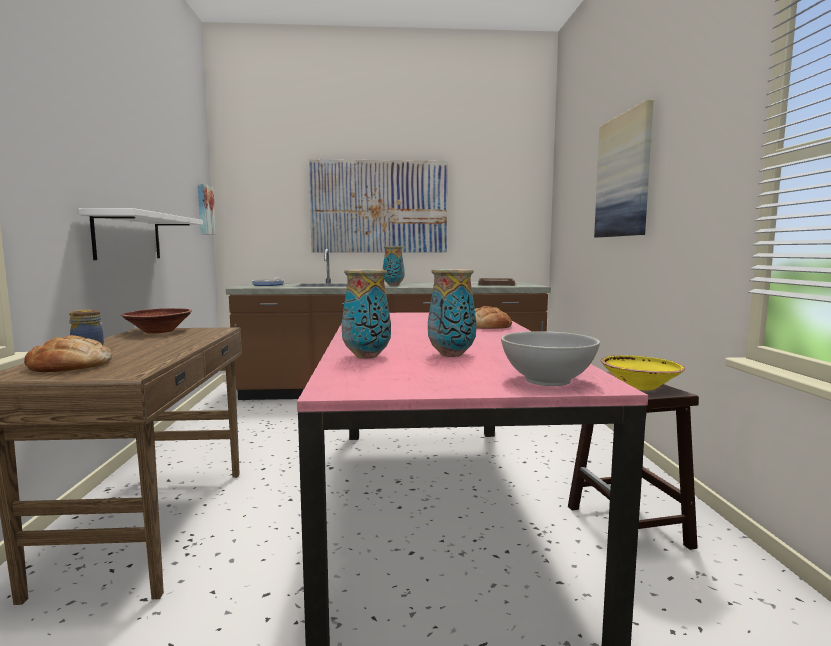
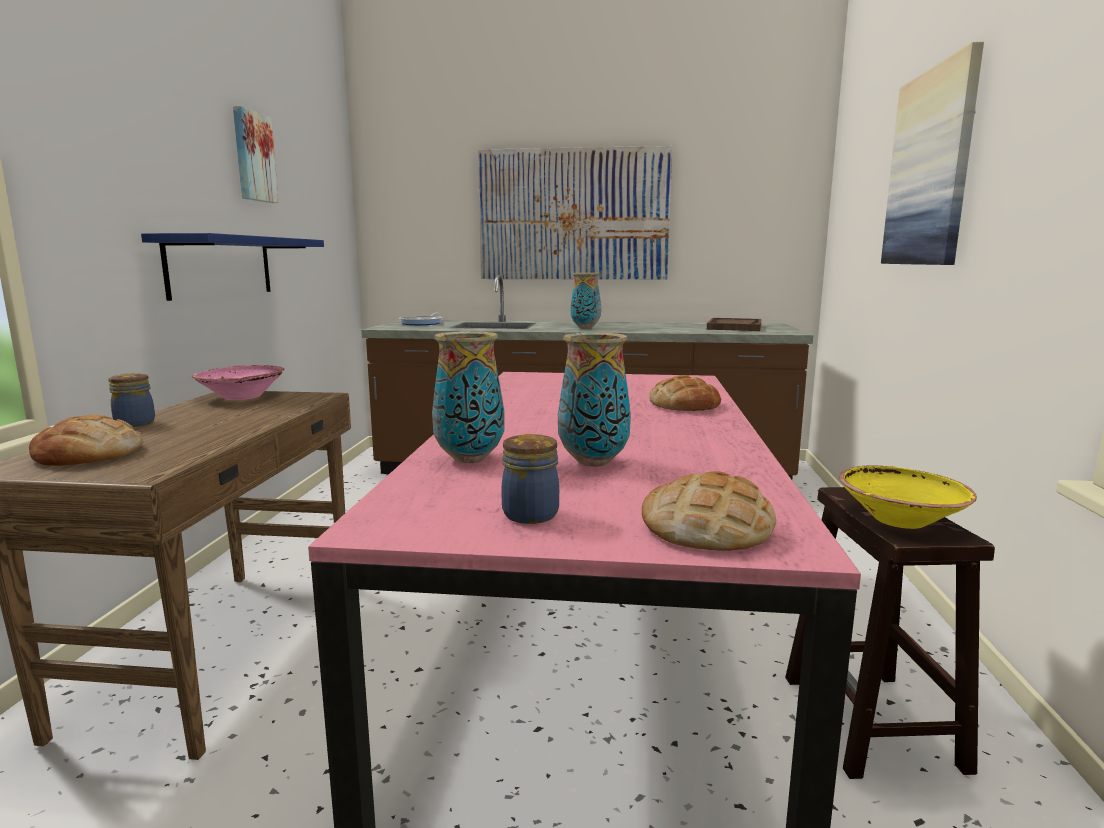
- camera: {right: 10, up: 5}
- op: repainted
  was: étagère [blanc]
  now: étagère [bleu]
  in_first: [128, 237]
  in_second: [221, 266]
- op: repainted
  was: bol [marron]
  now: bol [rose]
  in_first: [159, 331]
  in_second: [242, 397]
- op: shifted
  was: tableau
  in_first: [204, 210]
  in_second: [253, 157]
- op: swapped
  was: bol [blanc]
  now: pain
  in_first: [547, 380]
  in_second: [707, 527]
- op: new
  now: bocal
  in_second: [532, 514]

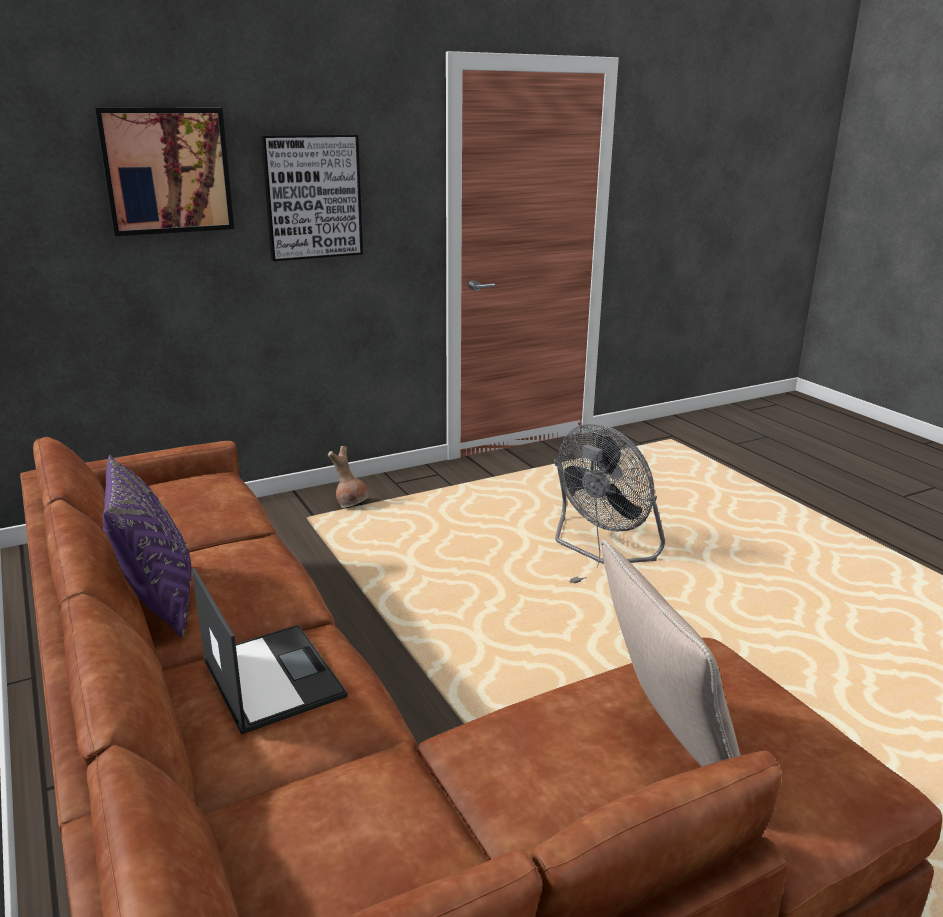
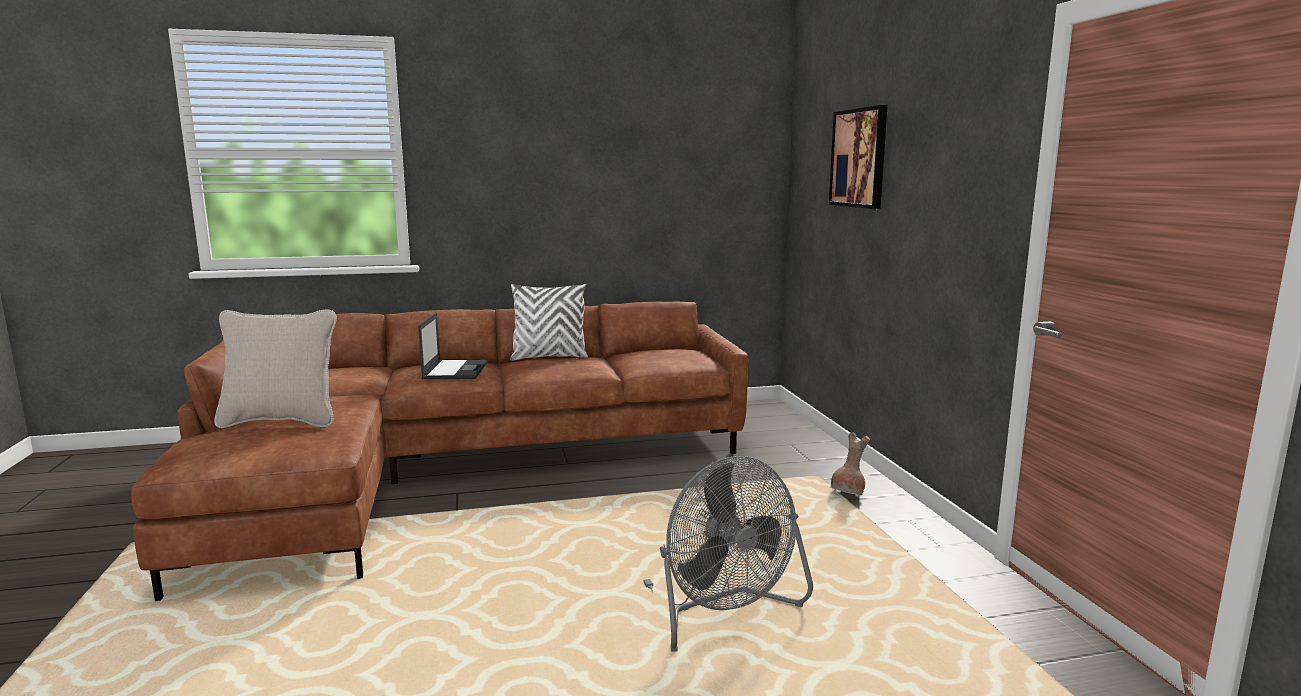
- camera: {right: 105, up: -10}
- op: repainted
  was: coussin [violet]
  now: coussin [blanc]
  in_first: [159, 601]
  in_second: [549, 357]
- op: rotated
  was: ordinateur portable
  in_first: [271, 676]
  in_second: [455, 370]
  clockwise: -75
- op: gone
  was: tableau
  in_first: [313, 197]

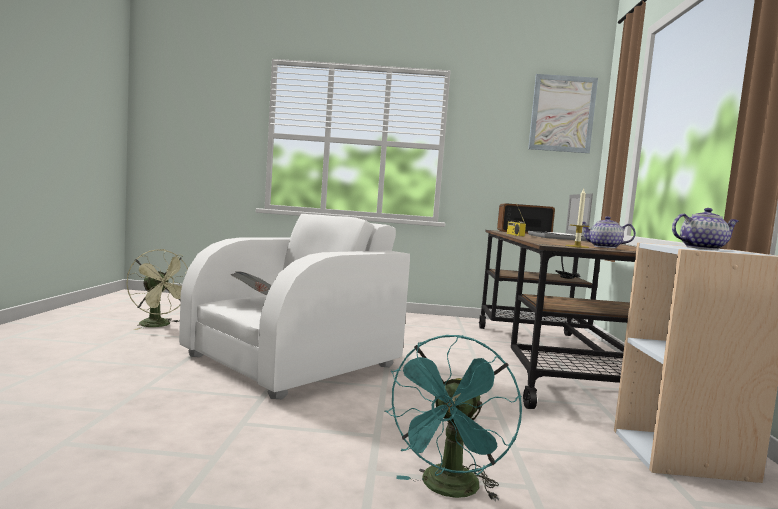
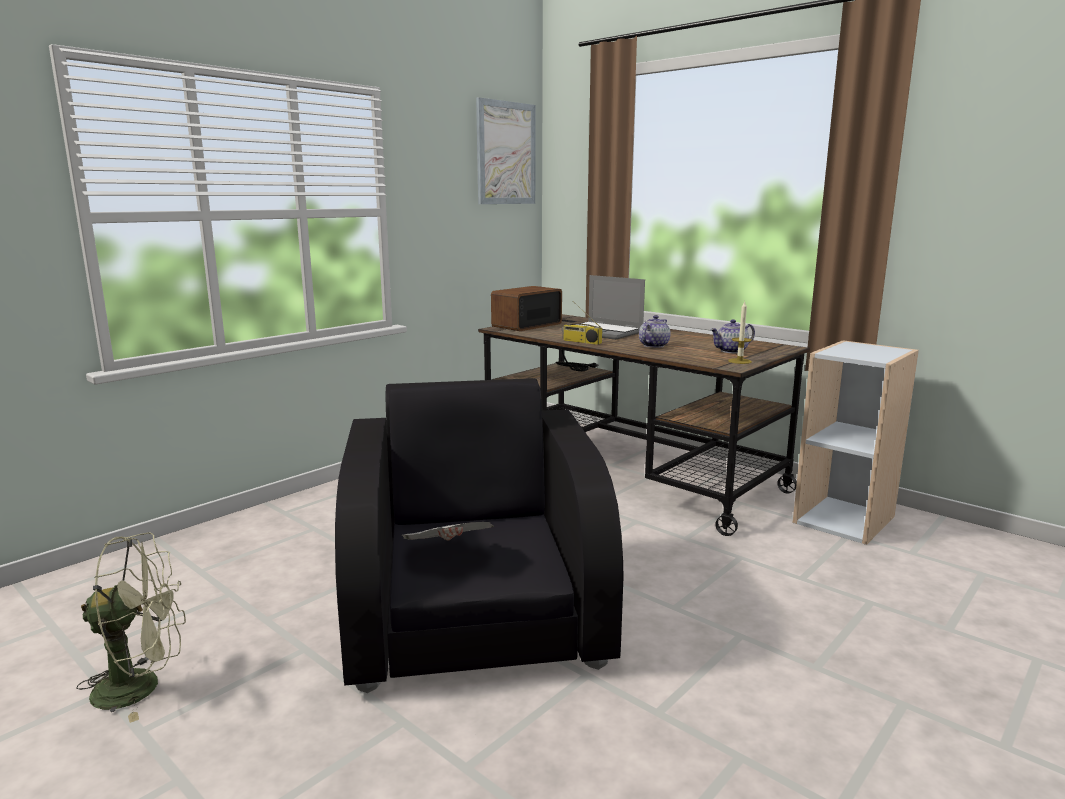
- camera: {right: -50, up: 10}
- op: repainted
  was: fauteuil [blanc]
  now: fauteuil [noir]
  in_first: [294, 360]
  in_second: [475, 611]
- op: gone
  was: ventilateur [turquoise]
  in_first: [449, 490]
- op: shifted
  was: théière
  in_first: [701, 248]
  in_second: [653, 345]

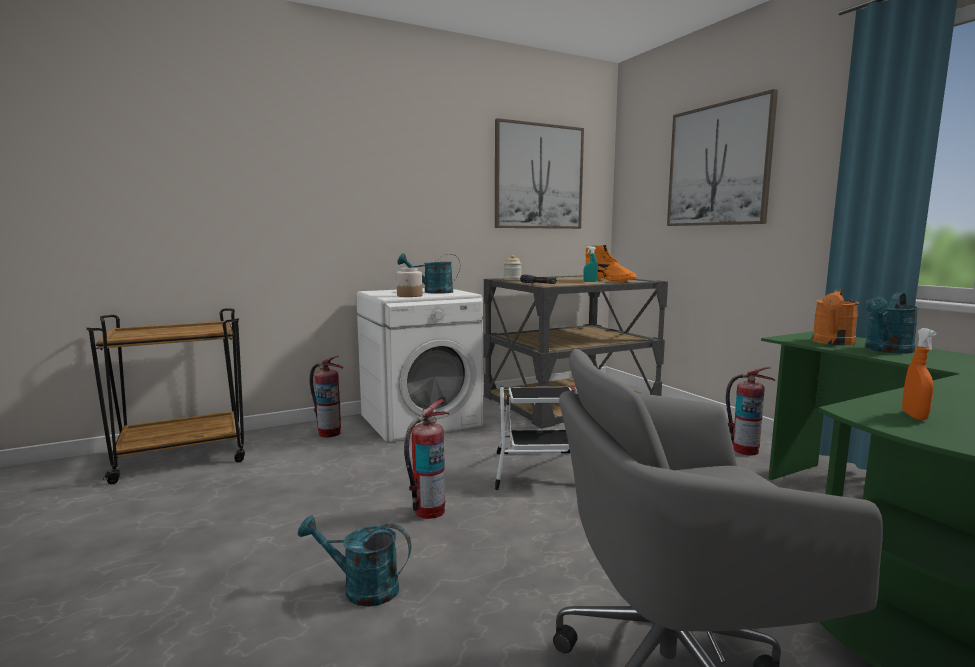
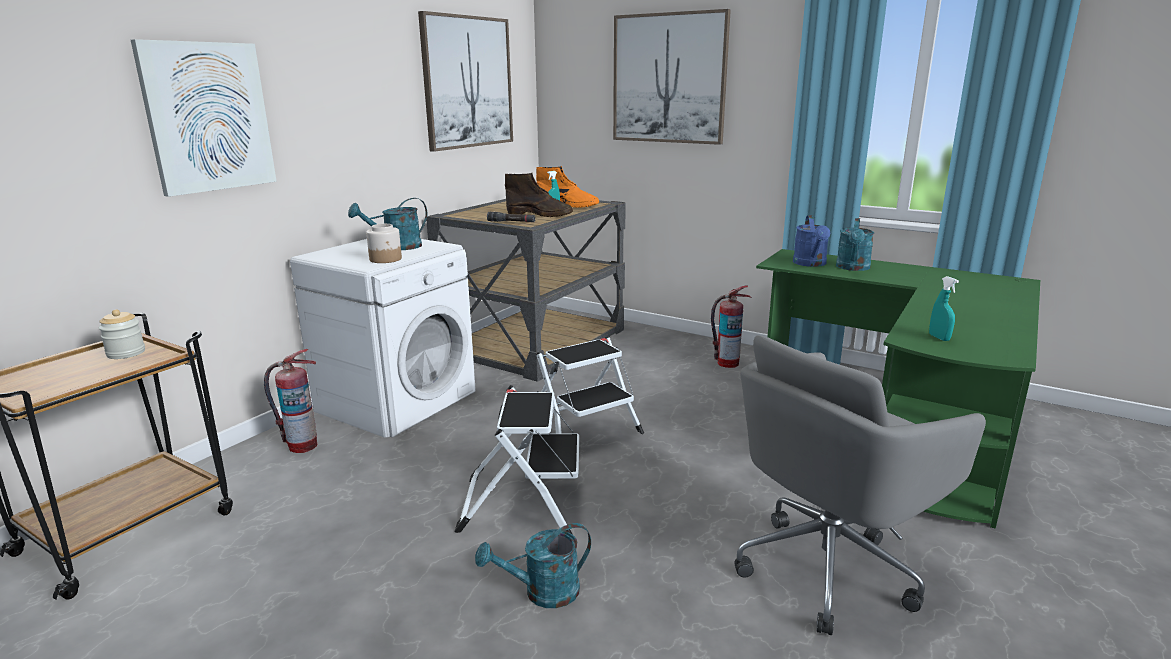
- camera: {right: -30, up: 10}
- op: swapped
  was: extincteur
  now: escabeau
  in_first: [428, 511]
  in_second: [522, 501]
- op: shifted
  was: bocal
  in_first: [512, 279]
  in_second: [126, 353]
- op: repainted
  was: arrosoir [orange]
  now: arrosoir [bleu]
  in_first: [832, 343]
  in_second: [811, 264]
- op: repainted
  was: vaporisateur [orange]
  now: vaporisateur [turquoise]
  in_first: [914, 416]
  in_second: [939, 338]
- op: new
  now: tableau
  in_second: [208, 117]
- op: new
  now: botte [marron]
  in_second: [540, 215]

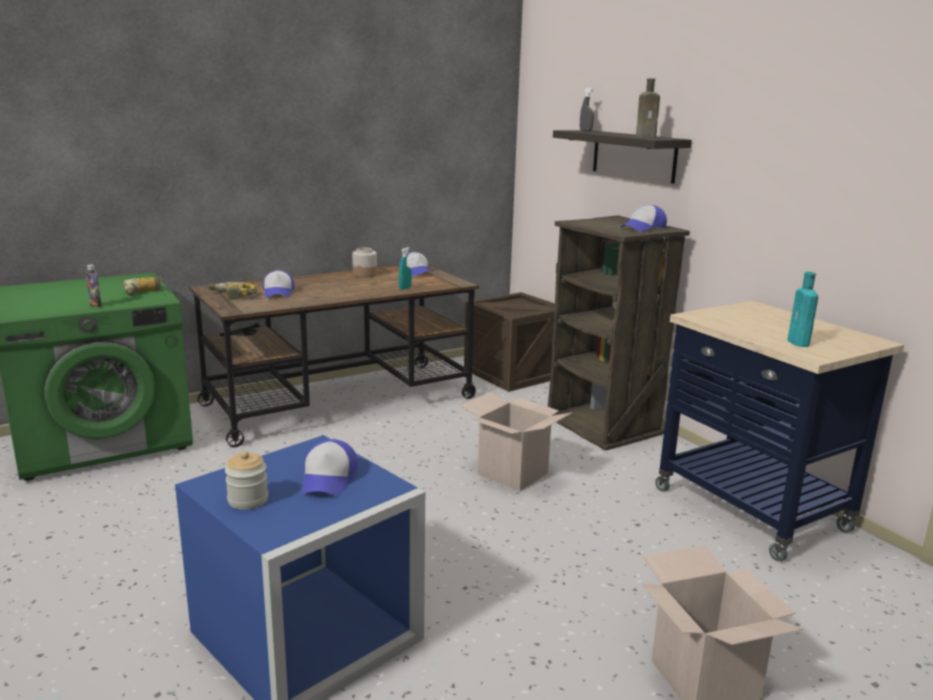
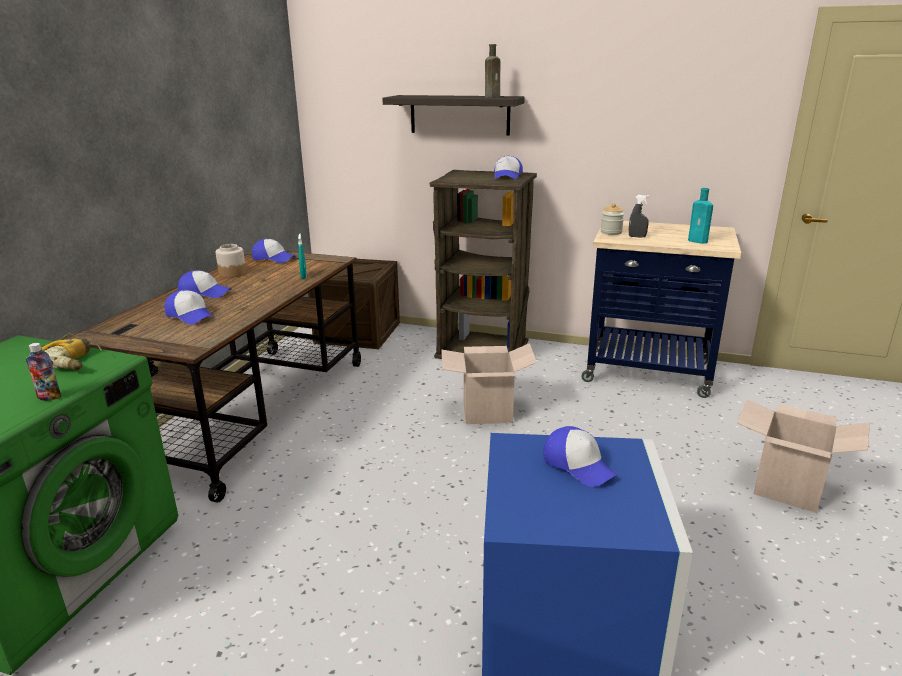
- camera: {right: -40, up: 5}
- op: gone
  was: perceuse
  in_first: [232, 295]
- op: shifted
  was: bocal
  in_first: [248, 500]
  in_second: [611, 232]
- op: shifted
  was: vaporisateur [gris]
  in_first: [585, 130]
  in_second: [637, 236]
- op: new
  now: casquette
  in_second: [204, 293]

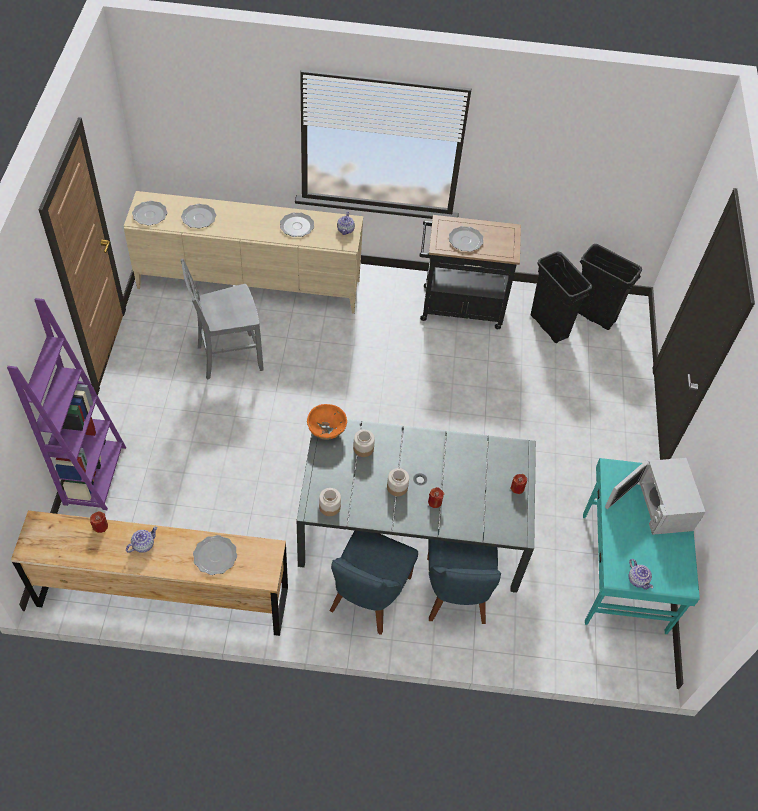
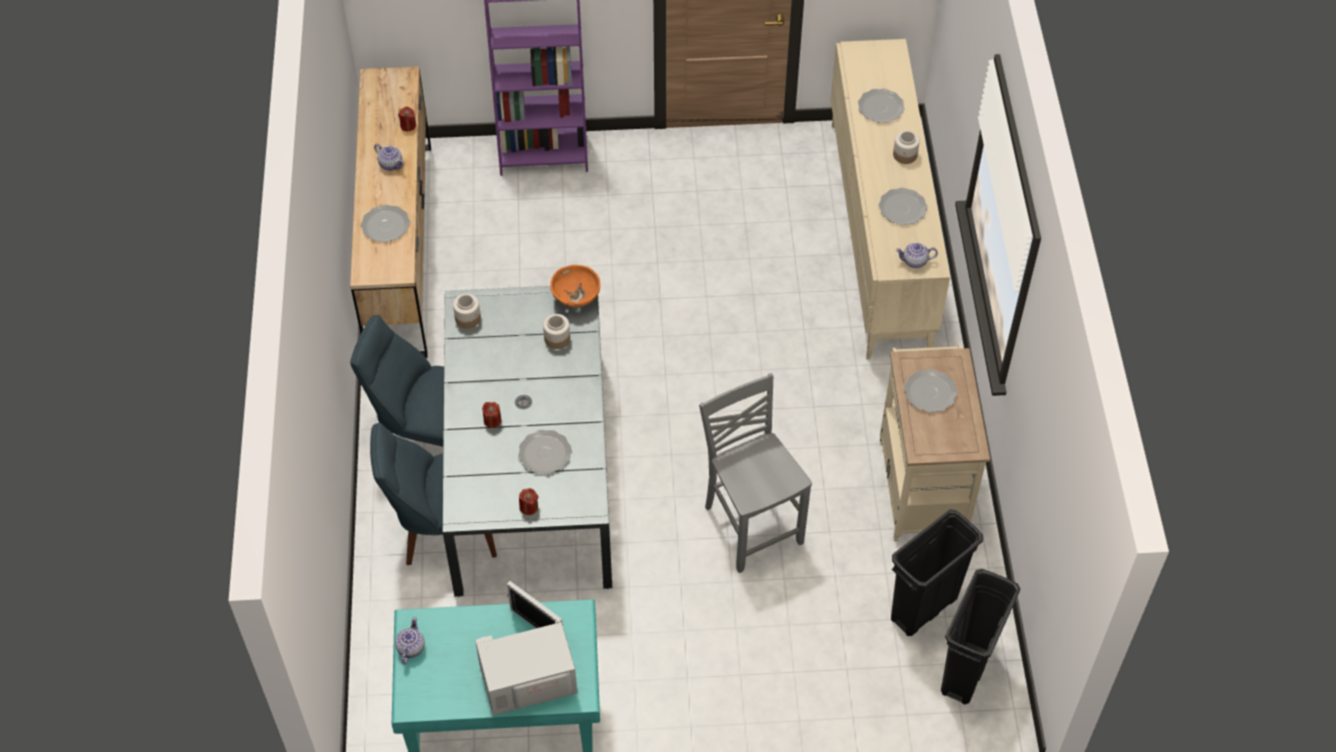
- camera: {right: 85, up: 0}
- op: shifted
  was: assiette
  in_first: [150, 214]
  in_second: [545, 453]
- op: shifted
  was: chaise [gris]
  in_first: [228, 357]
  in_second: [751, 524]
- op: shifted
  was: bocal
  in_first: [397, 487]
  in_second: [905, 155]
- op: repainted
  was: chariot [noir]
  now: chariot [beige]
  in_first: [458, 307]
  in_second: [921, 484]
- op: rotated
  was: théière
  in_first: [637, 579]
  in_second: [410, 648]
  clockwise: 135

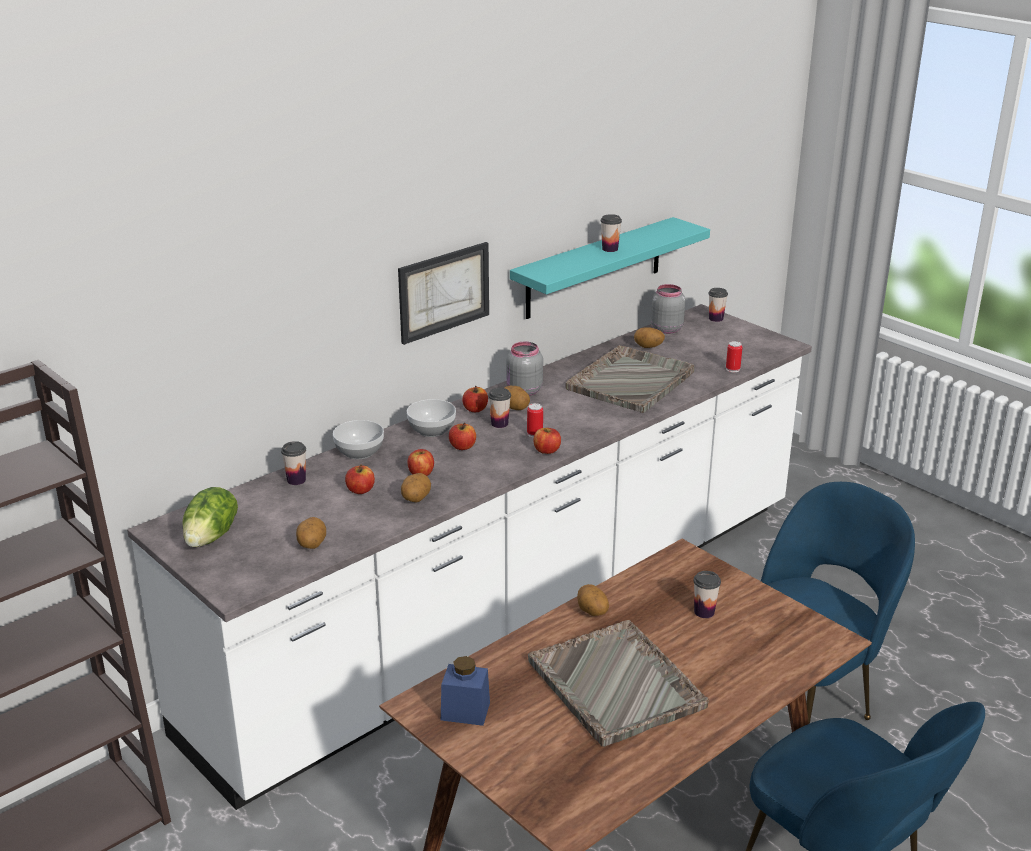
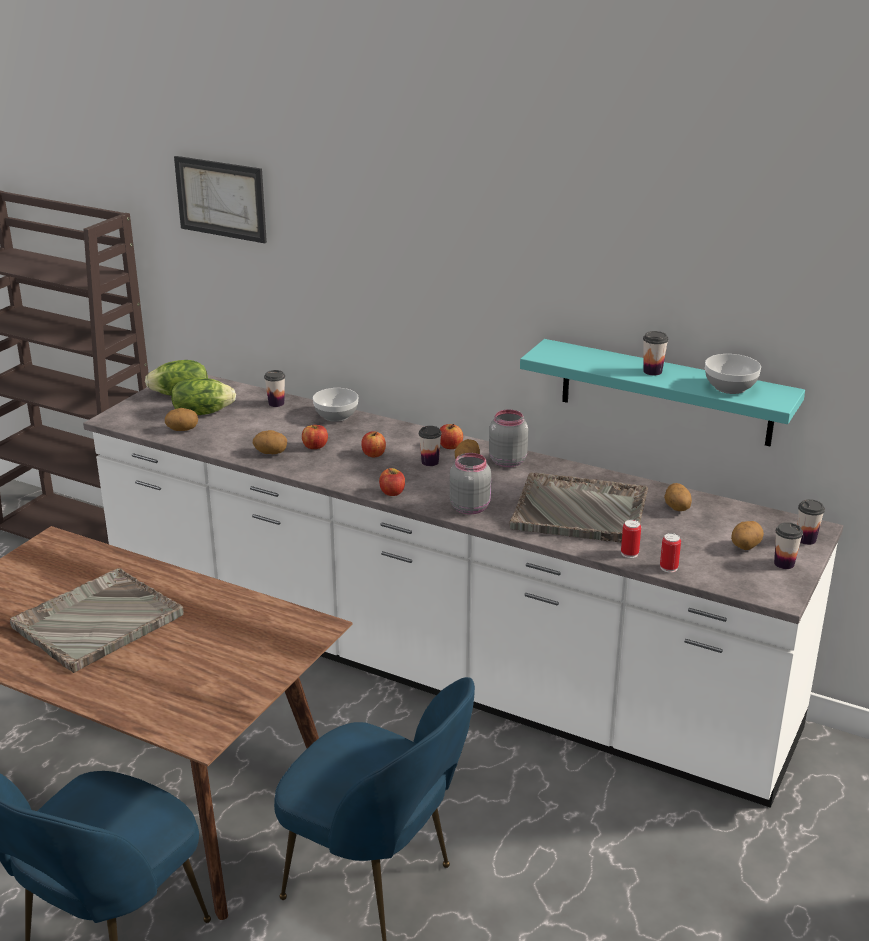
- camera: {right: 70, up: 0}
- op: gone
  was: pomme
  in_first: [360, 490]
- op: shifted
  was: tableau
  in_first: [444, 292]
  in_second: [221, 198]
- op: shifted
  was: bol
  in_first: [432, 430]
  in_second: [731, 387]
- op: gone
  was: bocal [bleu]
  in_first: [465, 711]
- op: shifted
  was: boîte métallique
  in_first: [534, 434]
  in_second: [629, 553]
- op: shifted
  was: pomme de terre
  in_first: [592, 612]
  in_second: [745, 547]
- op: shifted
  was: bocal [gris]
  in_first: [666, 329]
  in_second: [470, 507]
- op: shifted
  was: tasse
  in_first: [704, 612]
  in_second: [784, 563]
- op: new
  now: laitue
  in_second: [202, 412]

